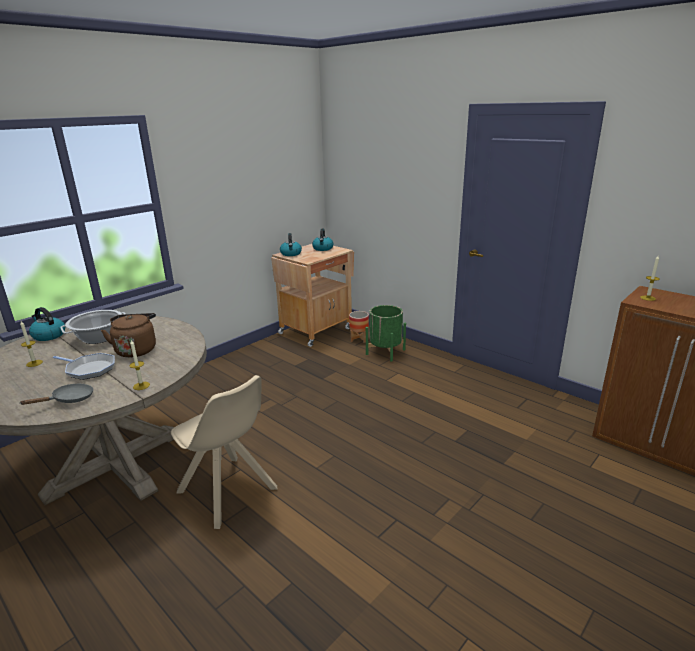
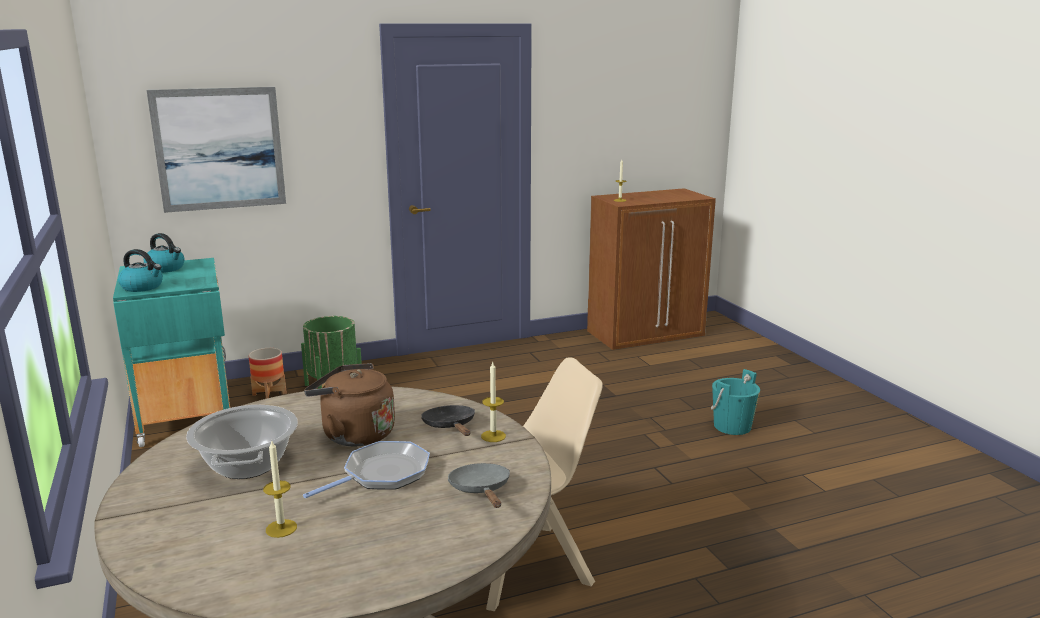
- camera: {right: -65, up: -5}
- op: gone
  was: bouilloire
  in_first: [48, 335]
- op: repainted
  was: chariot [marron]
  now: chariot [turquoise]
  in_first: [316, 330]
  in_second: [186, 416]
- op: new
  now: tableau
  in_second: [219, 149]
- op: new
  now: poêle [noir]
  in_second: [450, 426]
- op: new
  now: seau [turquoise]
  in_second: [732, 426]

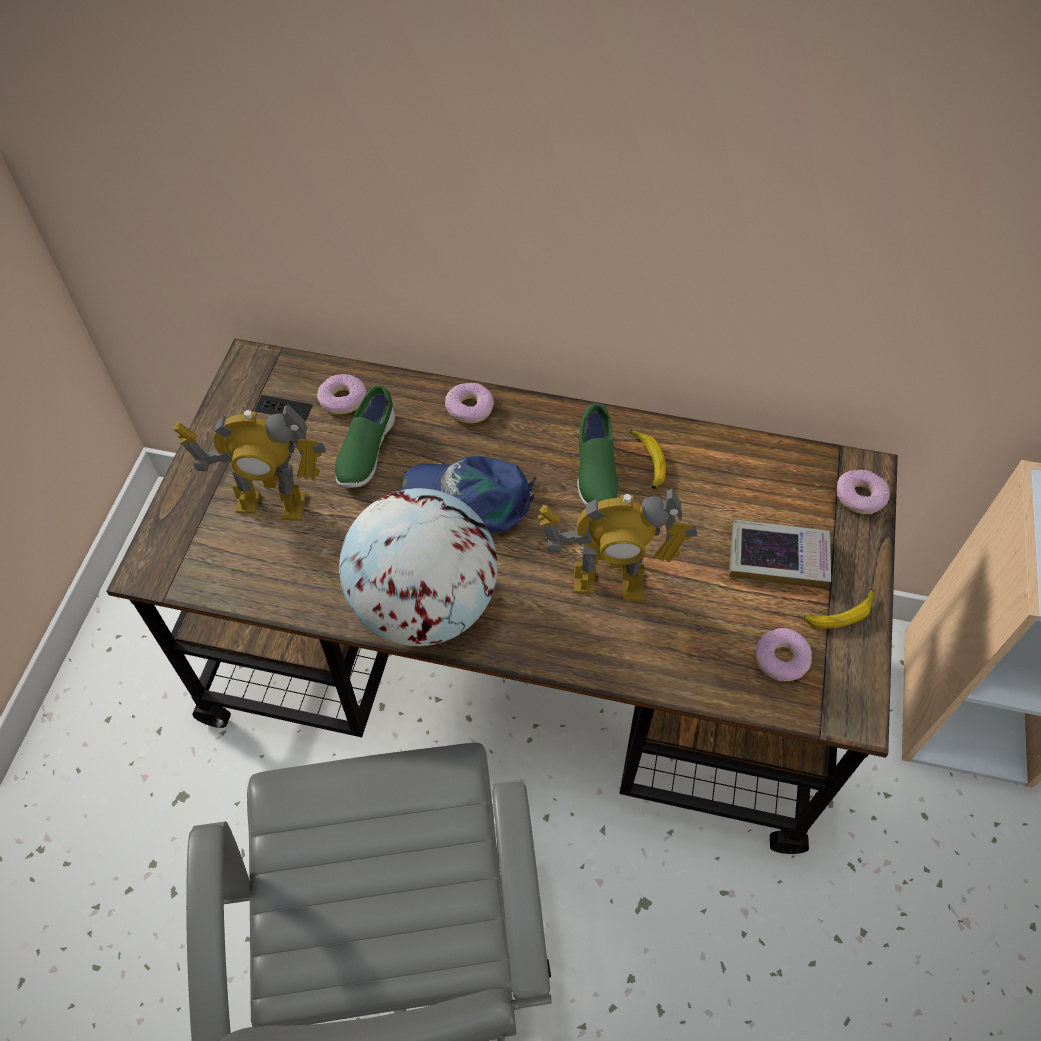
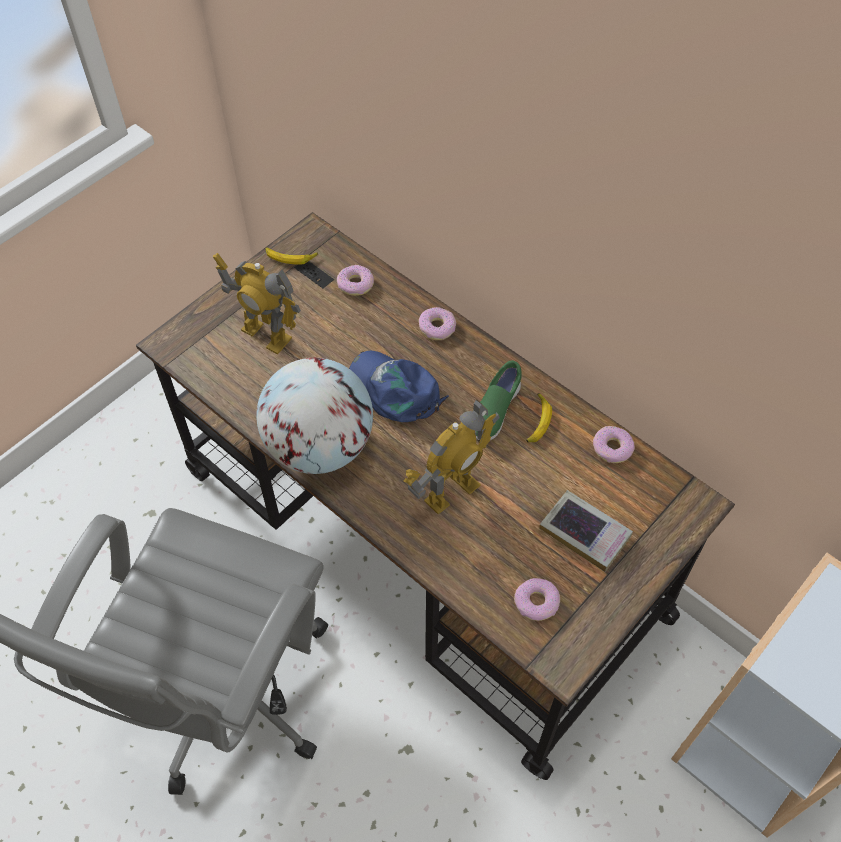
- camera: {right: 30, up: 0}
- op: gone
  was: chaussure [vert]
  in_first: [365, 452]
- op: rotated
  was: robot jouet
  in_first: [608, 583]
  in_second: [451, 491]
  clockwise: -75
- op: shifted
  was: banane
  in_first: [839, 613]
  in_second: [290, 257]
- op: shifted
  was: beignet
  in_first: [860, 497]
  in_second: [612, 448]

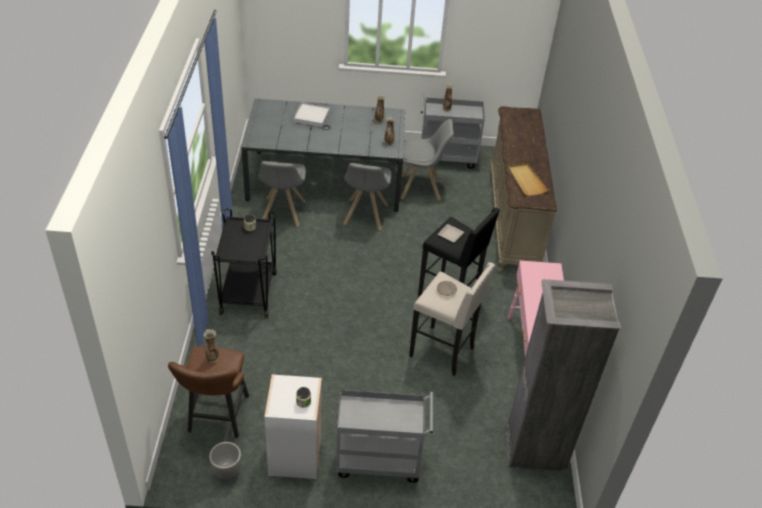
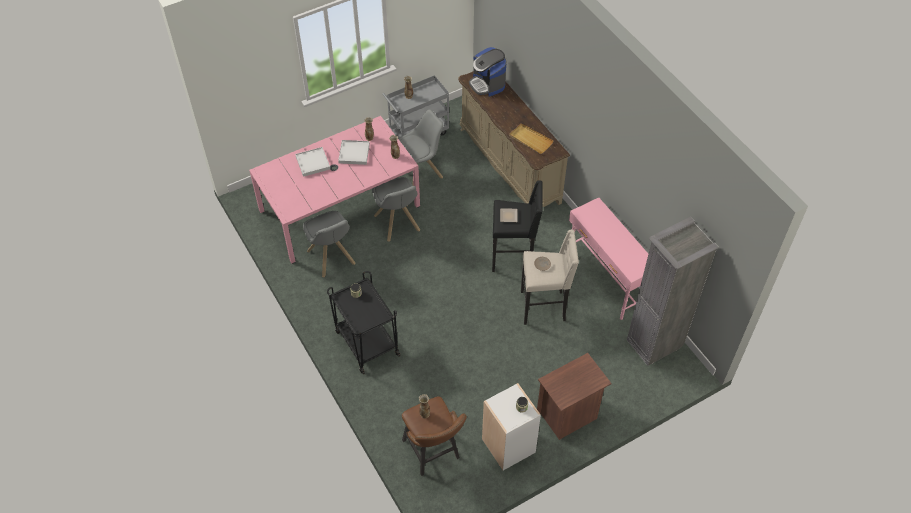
- camera: {right: -30, up: 10}
- op: gone
  was: cache-pot
  in_first: [227, 470]
- op: repainted
  was: table à manger [gris]
  now: table à manger [rose]
  in_first: [325, 180]
  in_second: [339, 208]
- op: swapped
  was: chariot [gris]
  now: table de chevet [marron]
  in_first: [380, 464]
  in_second: [568, 416]
- op: new
  now: plateau [blanc]
  in_second: [354, 153]
- op: new
  now: machine à café
  in_second: [487, 84]

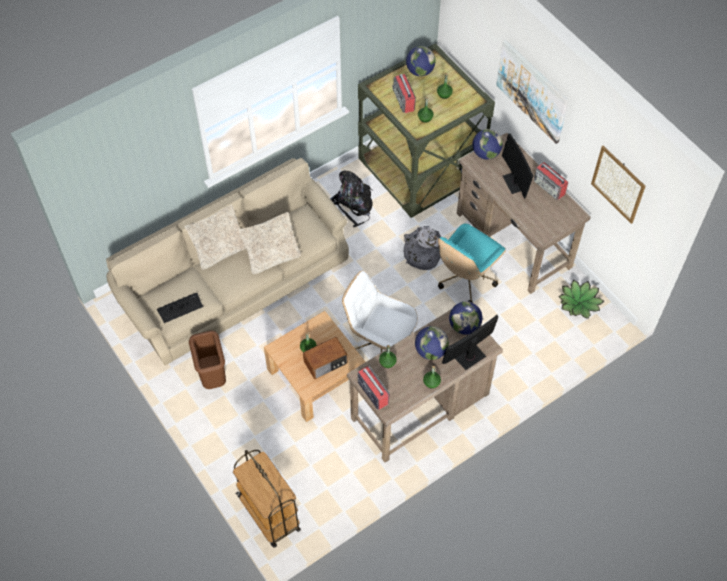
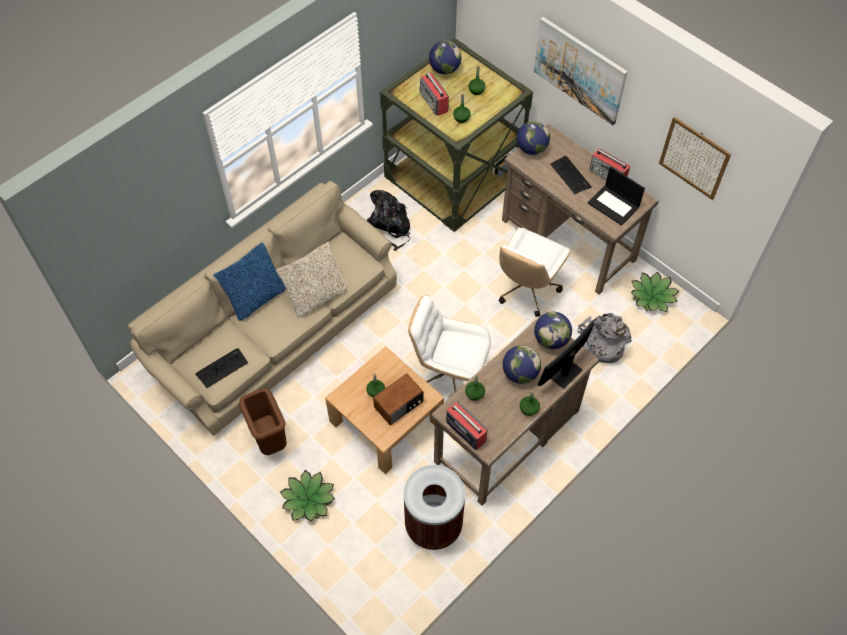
- camera: {right: -10, up: 0}
- op: repainted
  was: coussin [beige]
  now: coussin [bleu]
  in_first: [220, 250]
  in_second: [255, 296]
- op: gone
  was: chariot [marron]
  in_first: [269, 515]
- op: shifted
  was: sac à dos [gris]
  in_first: [422, 253]
  in_second: [601, 343]
- op: repainted
  was: chaise de bureau [turquoise]
  now: chaise de bureau [blanc]
  in_first: [465, 281]
  in_second: [527, 291]
- op: swapped
  was: écran d'ordinateur
  now: clavier
  in_first: [515, 182]
  in_second: [570, 175]
- op: new
  now: plante en pot
  in_second: [308, 500]
- op: new
  now: poubelle [marron]
  in_second: [433, 526]
- op: new
  now: ordinateur portable
  in_second: [614, 205]

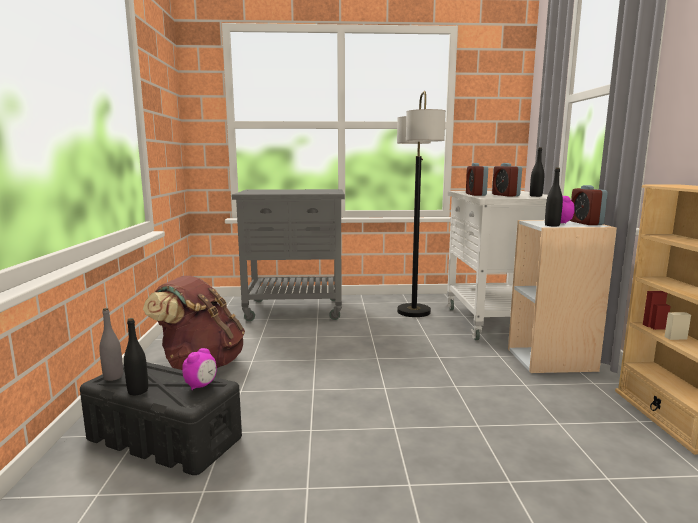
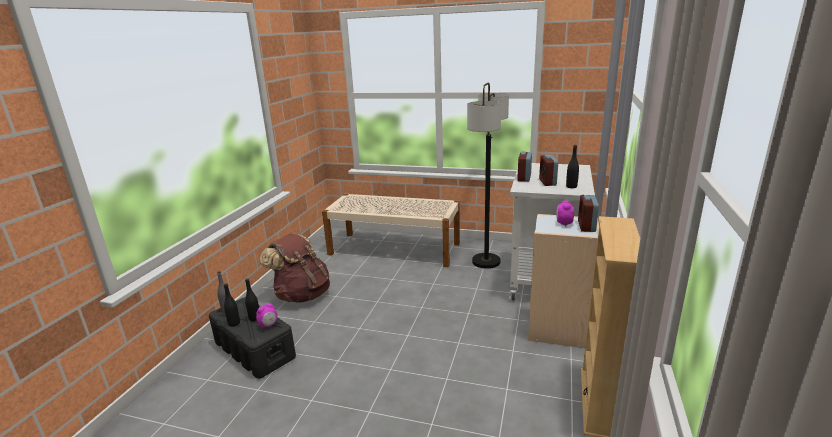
- camera: {right: 20, up: 10}
- op: swapped
  was: chariot [gris]
  now: banc [beige]
  in_first: [295, 310]
  in_second: [394, 249]
- op: shifted
  was: bouteille [noir]
  in_first: [552, 225]
  in_second: [254, 318]

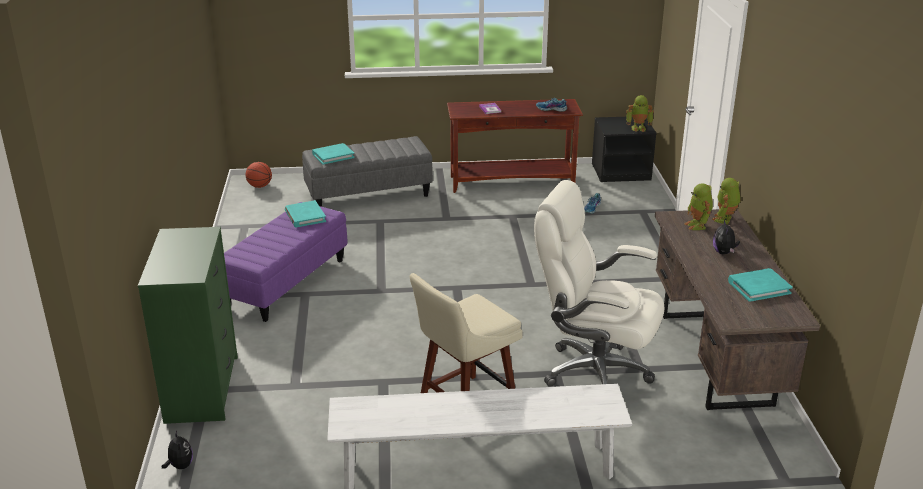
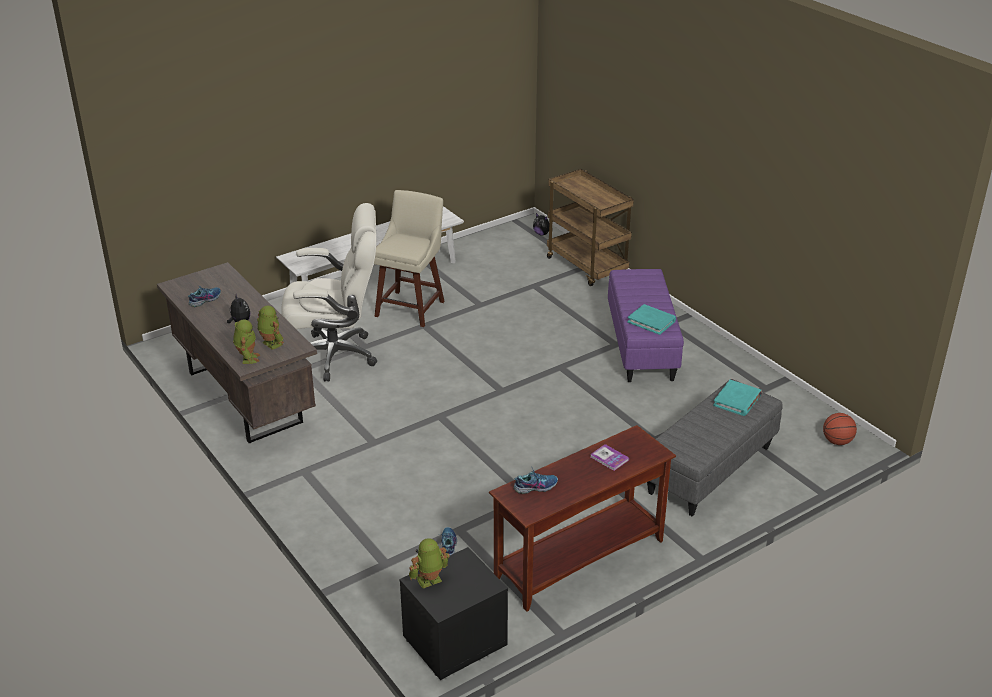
- camera: {right: 150, up: 5}
- op: swapped
  was: commode [vert]
  now: chariot [marron]
  in_first: [203, 389]
  in_second: [587, 267]
- op: swapped
  was: livre [turquoise]
  now: chaussure
  in_first: [759, 287]
  in_second: [205, 299]

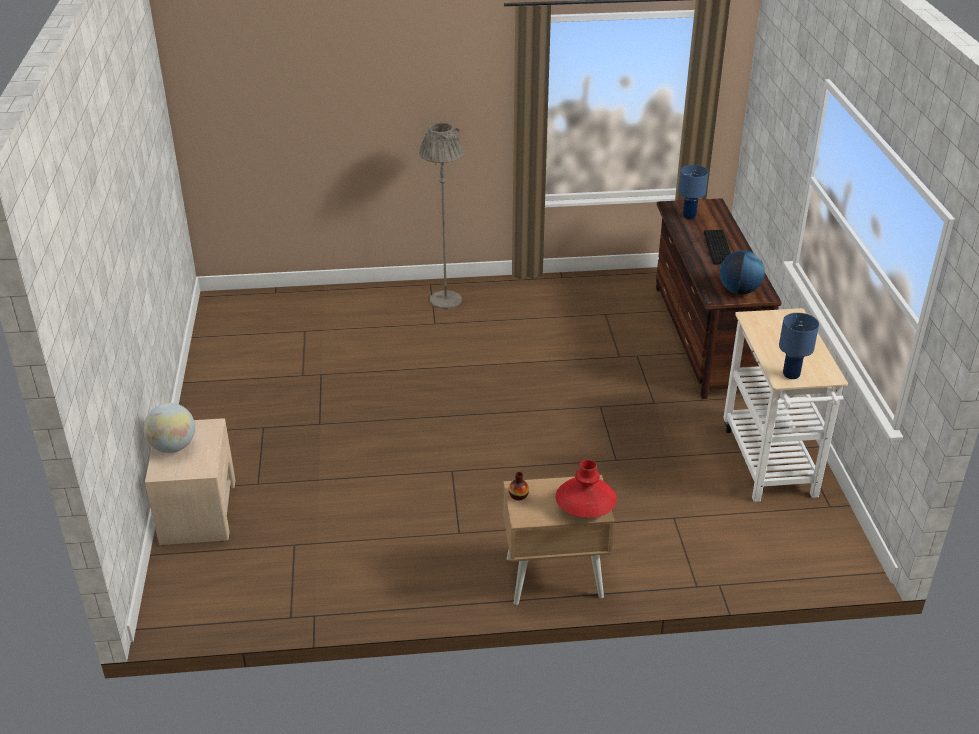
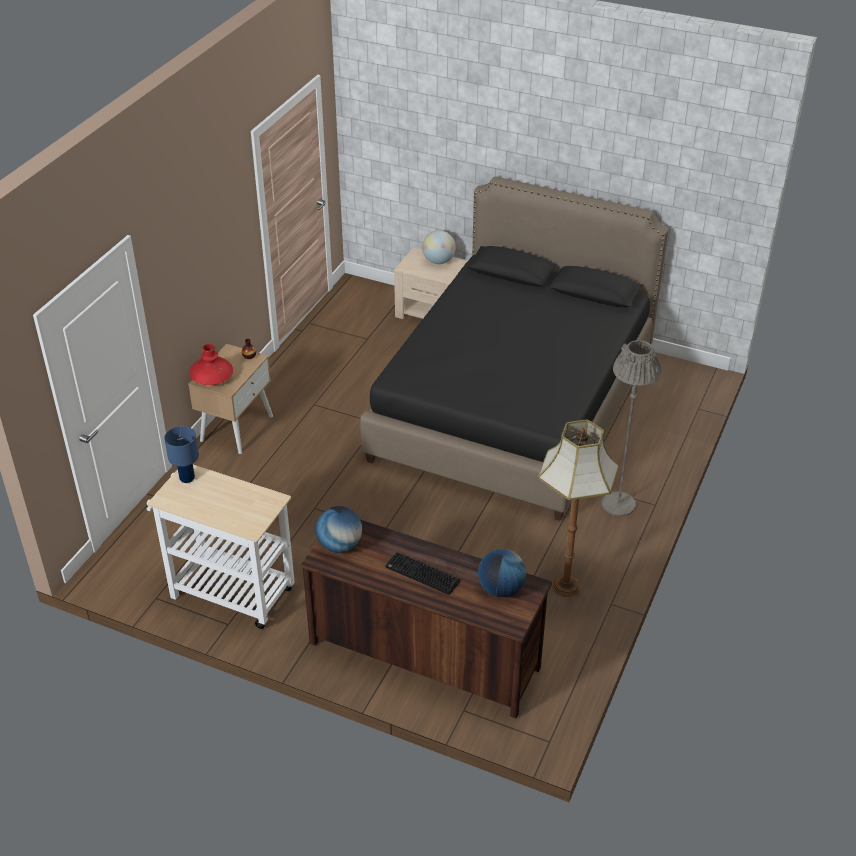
- camera: {right: 120, up: 5}
- op: swapped
  was: lampe de table [bleu]
  now: globe
  in_first: [689, 216]
  in_second: [501, 589]
- op: new
  now: lit [noir]
  in_second: [513, 405]
- op: new
  now: lampadaire
  in_second: [566, 587]

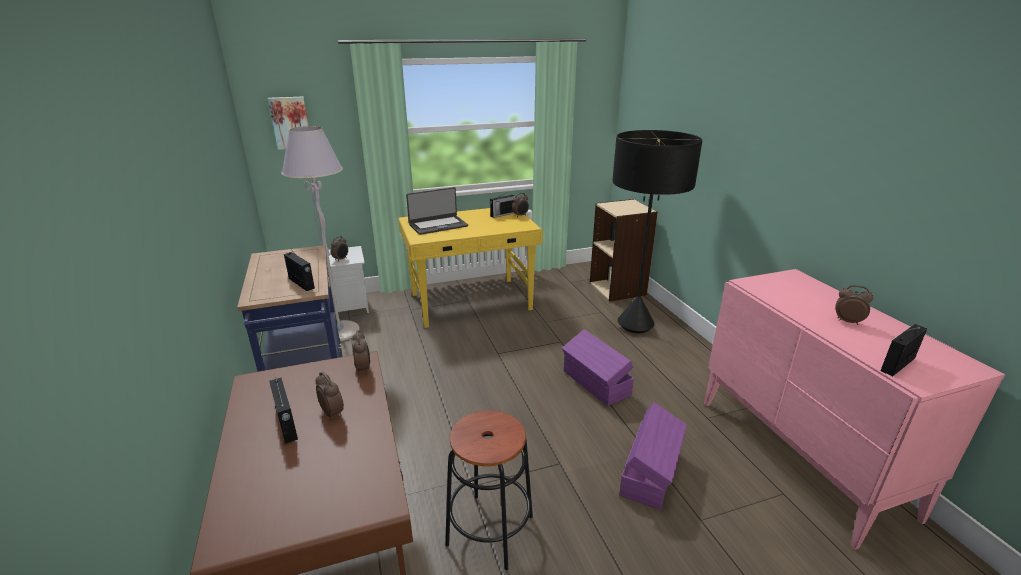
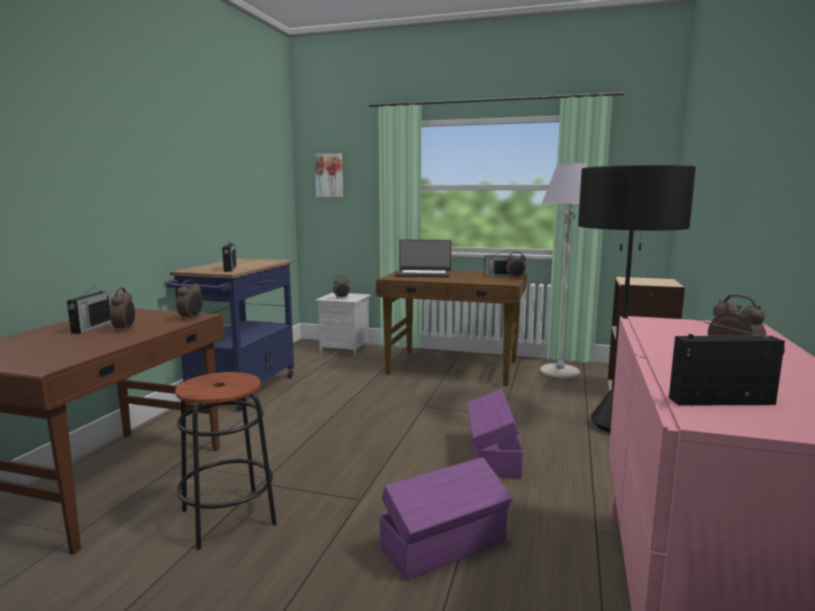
- camera: {right: 35, up: -15}
- op: shifted
  was: lampadaire [gris]
  in_first: [340, 332]
  in_second: [559, 372]
- op: repainted
  was: bureau [jaune]
  now: bureau [marron]
  in_first: [472, 302]
  in_second: [453, 368]

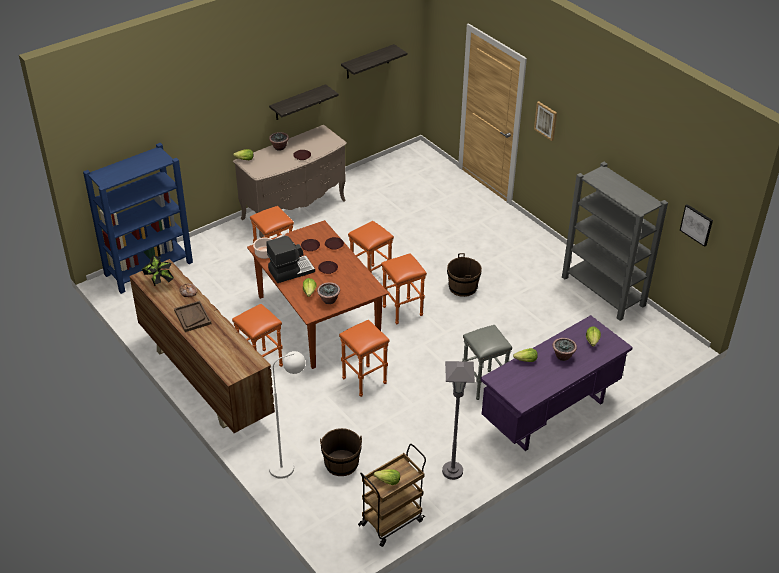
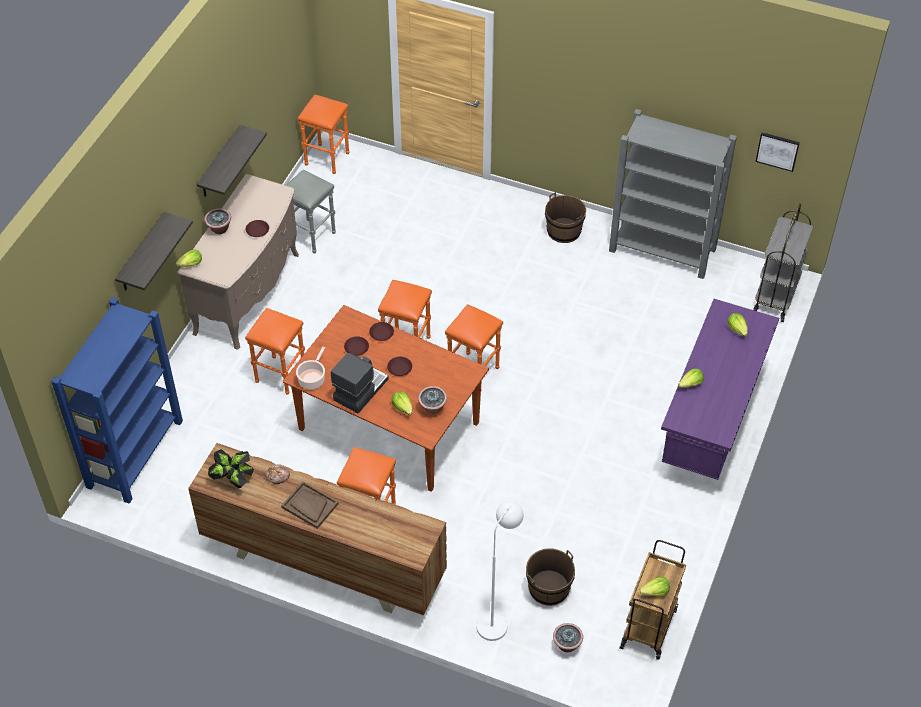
- camera: {right: -30, up: 10}
- op: shifted
  was: tabouret [orange]
  in_first: [364, 381]
  in_second: [327, 159]
- op: shifted
  was: étagère
  in_first: [367, 62]
  in_second: [141, 254]
- op: gone
  was: lampadaire [gris]
  in_first: [452, 471]
- op: shifted
  was: seau [marron]
  in_first: [463, 287]
  in_second: [564, 231]
- op: shifted
  was: tabouret [gris]
  in_first: [483, 384]
  in_second: [311, 234]
- op: gone
  was: tableau
  in_first: [546, 120]
- op: shifted
  was: plante en pot
  in_first: [563, 356]
  in_second: [567, 645]
- op: new
  now: chariot [gris]
  in_second: [776, 294]

